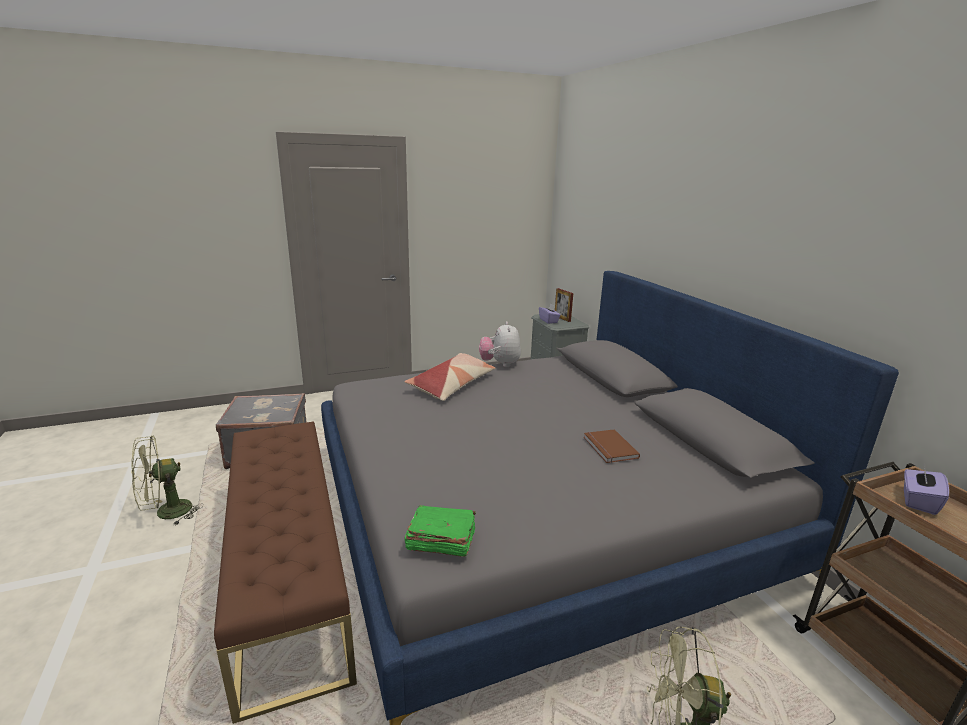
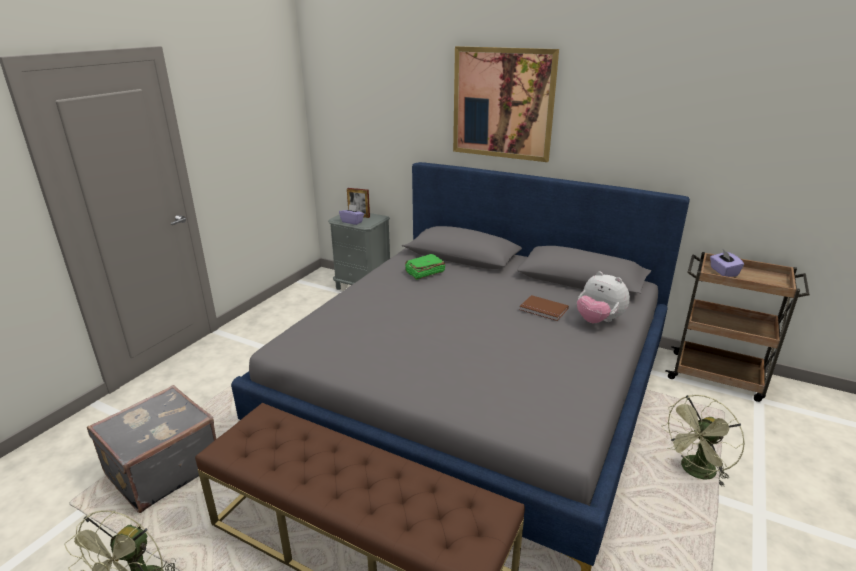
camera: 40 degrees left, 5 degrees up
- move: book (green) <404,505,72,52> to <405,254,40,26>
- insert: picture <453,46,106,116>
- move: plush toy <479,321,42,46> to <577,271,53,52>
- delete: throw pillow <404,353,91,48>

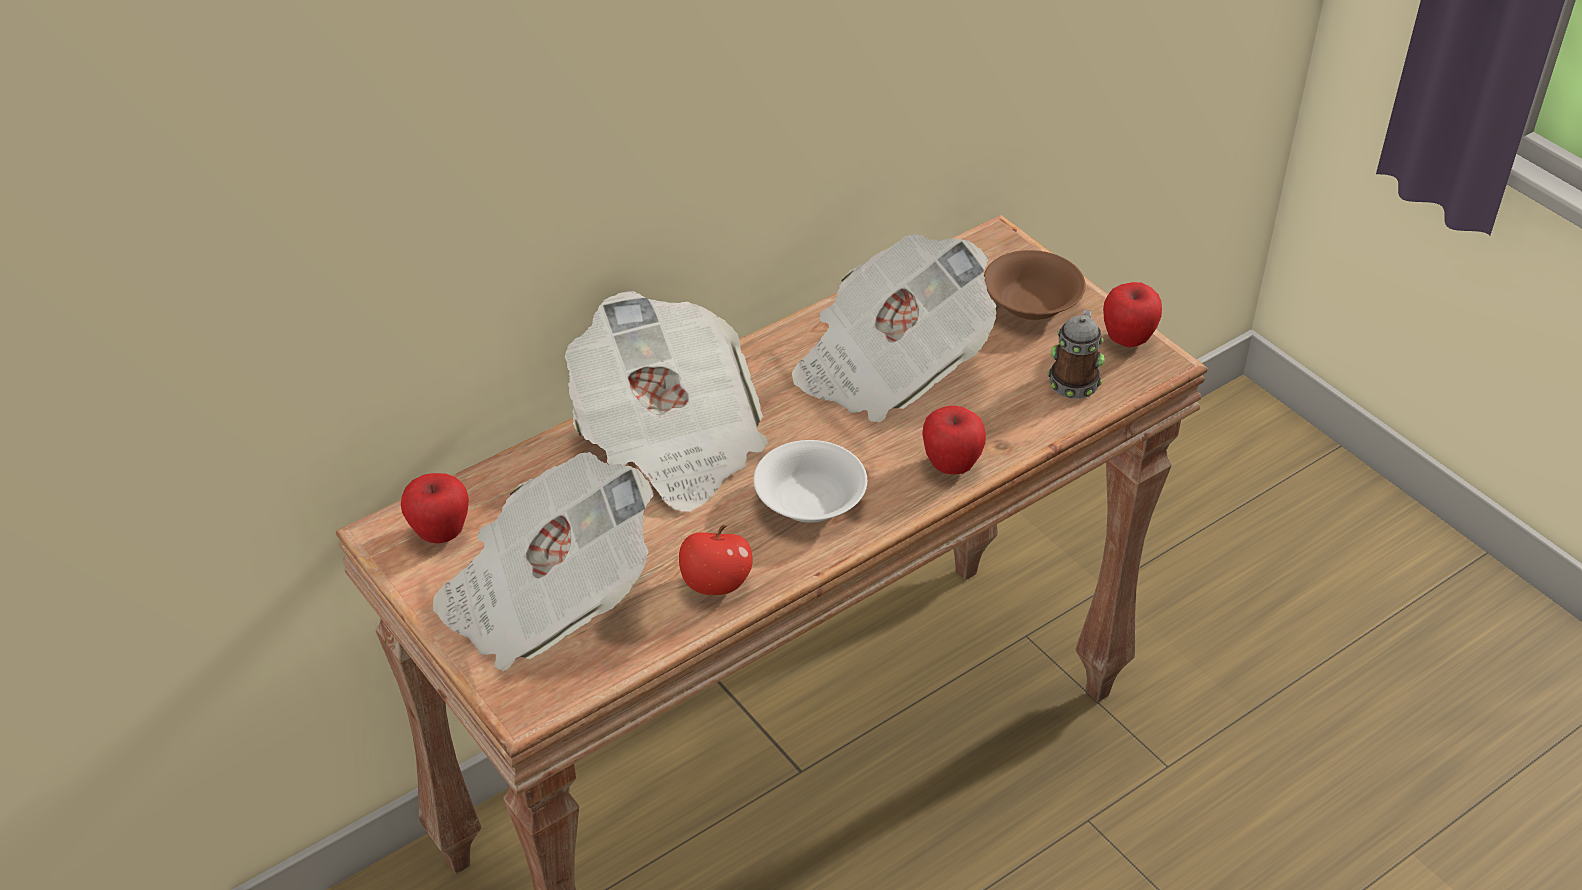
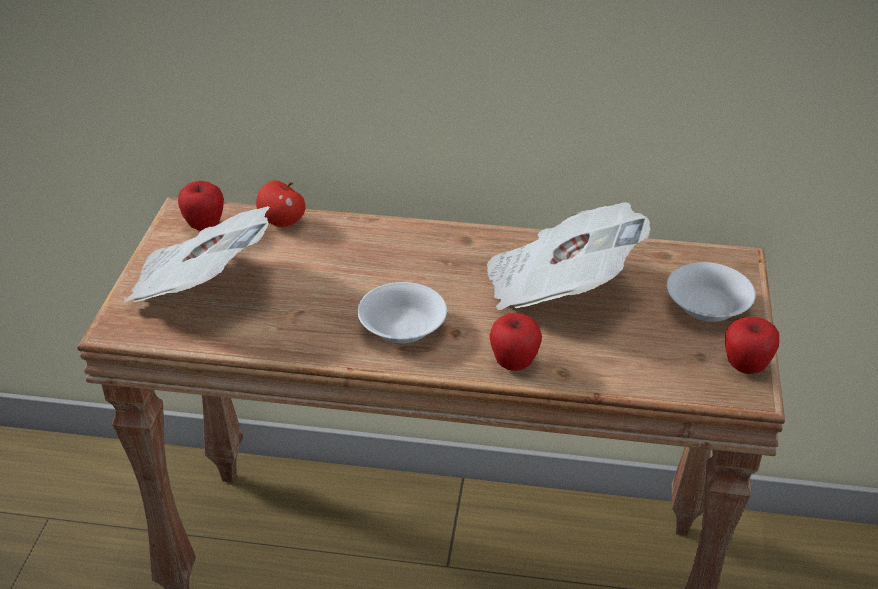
camera: 45 degrees right, 5 degrees down
- move: apple <679,525,74,70> to <256,180,50,47>
- recolor: bowl (brown) <984,250,102,70> to bowl (white) <667,262,89,60>
- delete: printed paper <565,291,203,221>
- delete: coffee mug <1047,310,58,89>

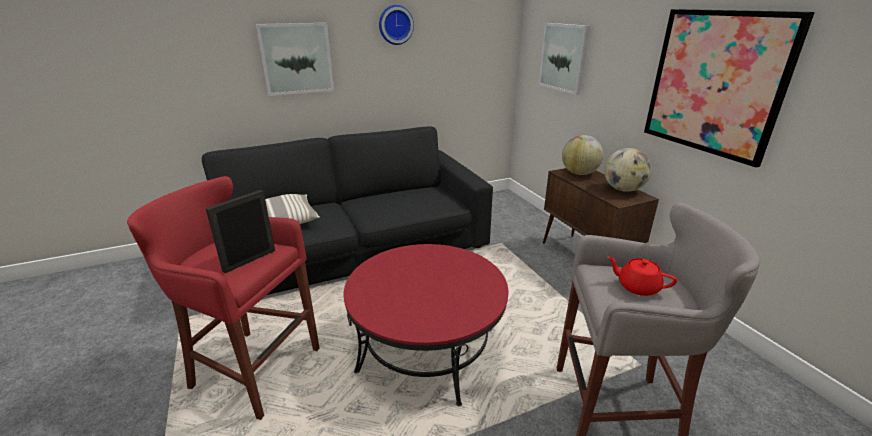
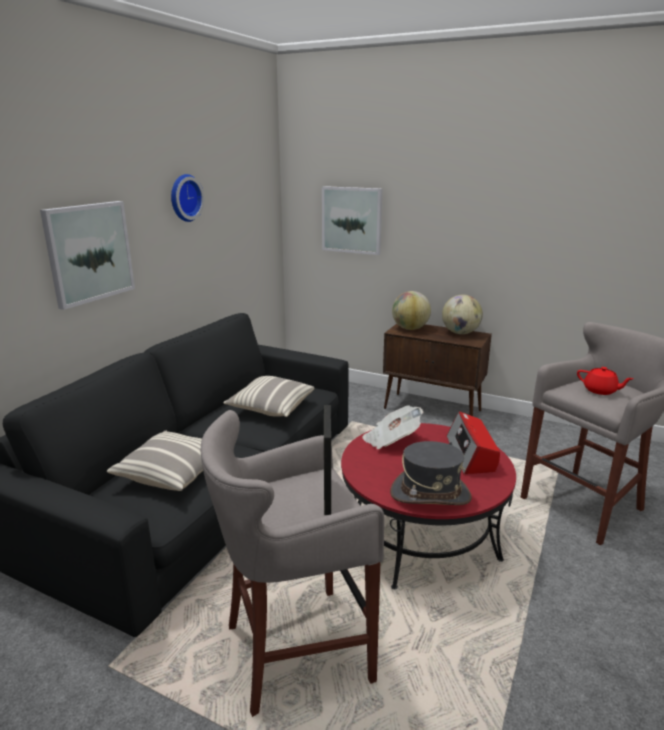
camera: 40 degrees left, 5 degrees down
- recolor: stool seat (red-coloured) <127,176,193,244> to stool seat (greyish) <201,410,183,307>
- insert: throw pillow <223,376,92,41>
- insert: printed paper <362,405,62,44>
- insert: wearable hat (greyish) <390,441,82,64>
- insert: radio receiver <446,412,54,63>
- rotate: pot for tea (red-coloured) <607,257,70,39> = <577,367,57,28> 135 degrees counterclockwise
- delete: picture <644,9,171,158>

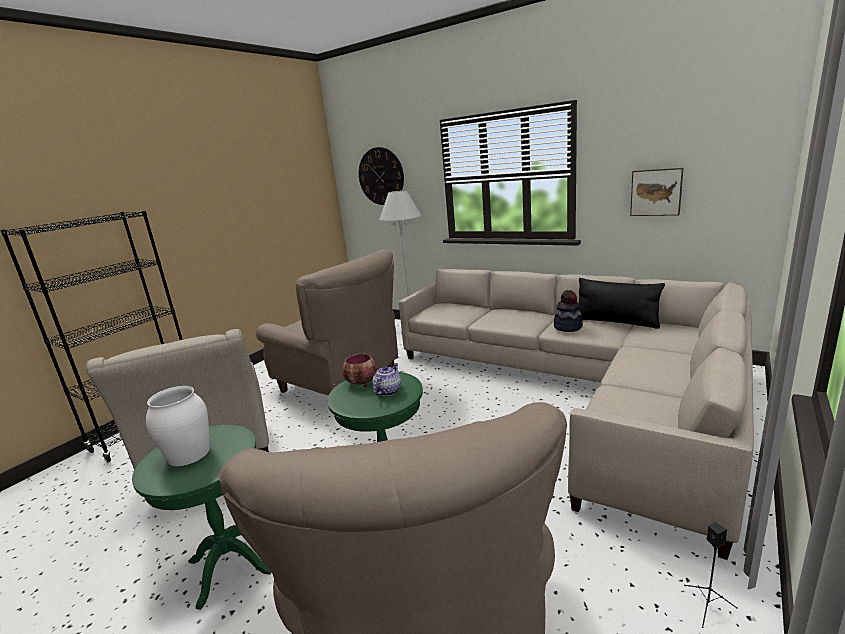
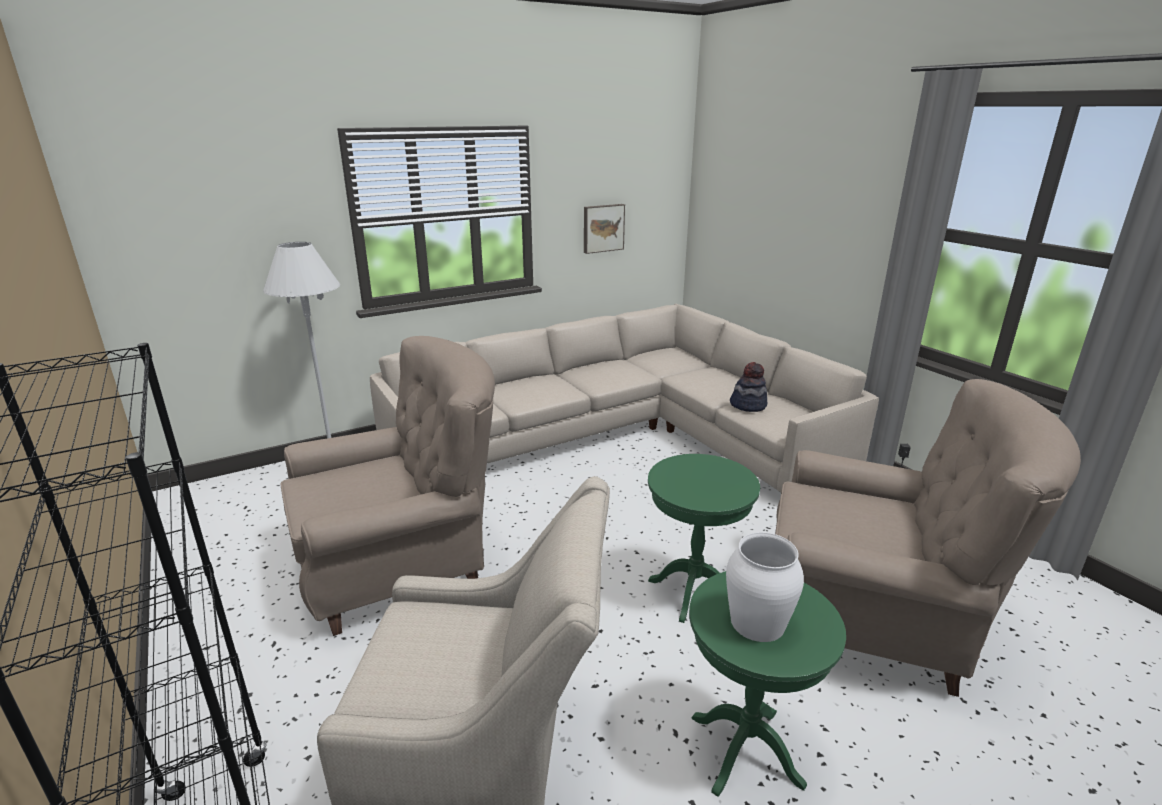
camera: 65 degrees left, 5 degrees up
- move: wearable hat <554,290,29,42> to <730,362,37,50>
- delete: bowl <342,354,35,33>
- delete: wall clock <359,147,45,58>
- delete: pot for tea <372,363,29,33>
- delete: throw pillow (black) <579,278,86,51>

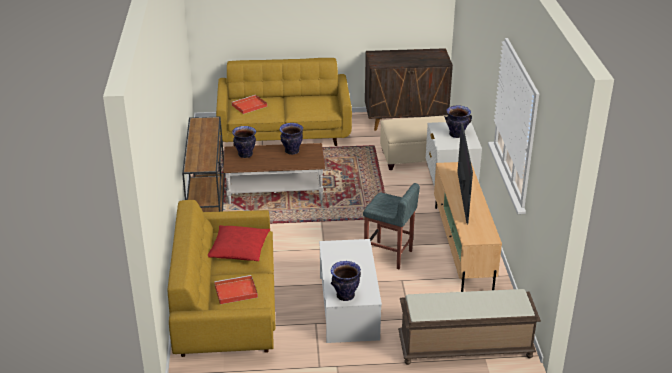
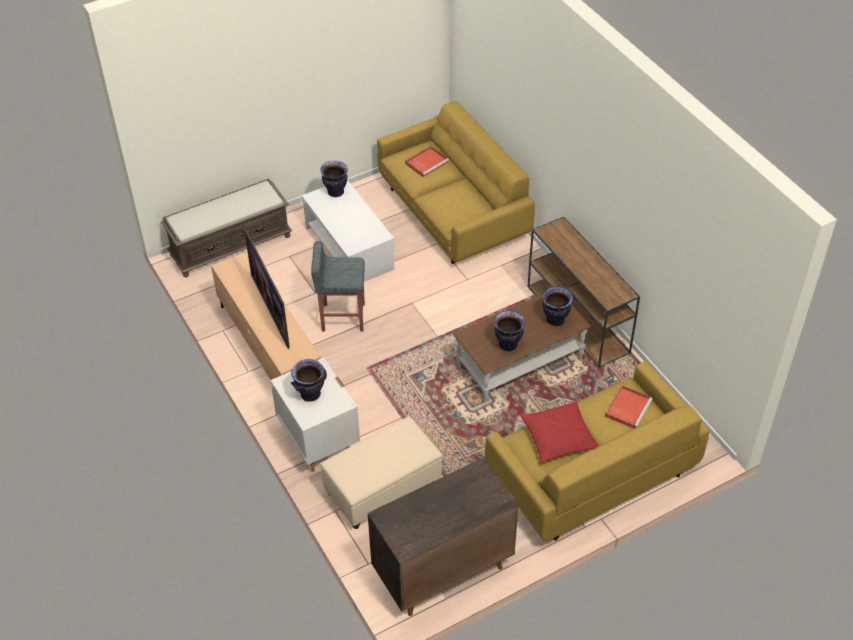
camera: 155 degrees right, 15 degrees up
- move: throw pillow (red-coloured) <208,225,62,36> to <520,401,79,62>

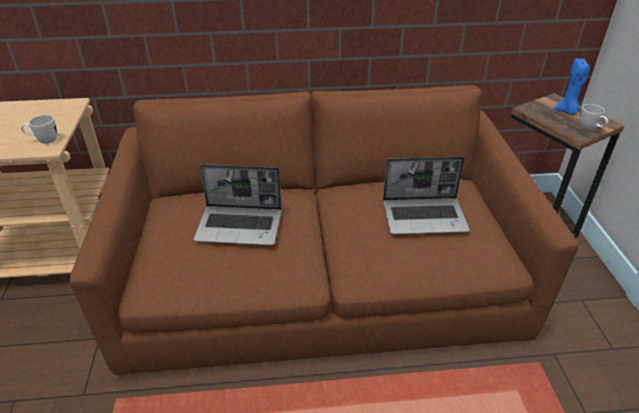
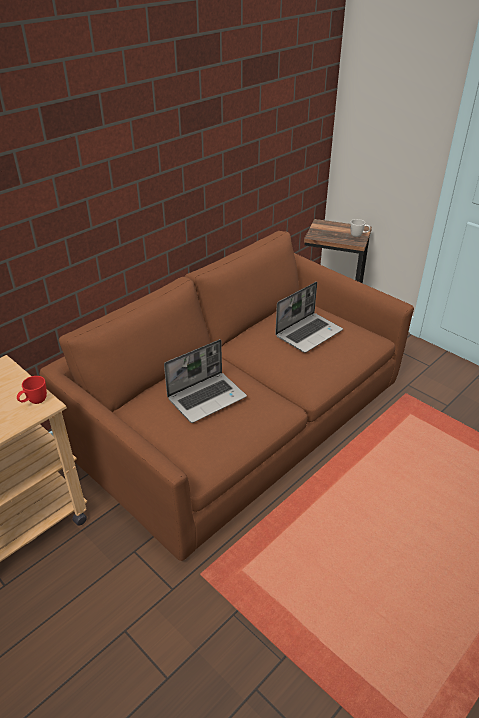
camera: 40 degrees left, 0 degrees up
- recolor: coffee mug (white) <21,115,36,29> to coffee mug (red-coloured) <17,376,30,28>
- delete: candle (blue) <554,58,36,57>

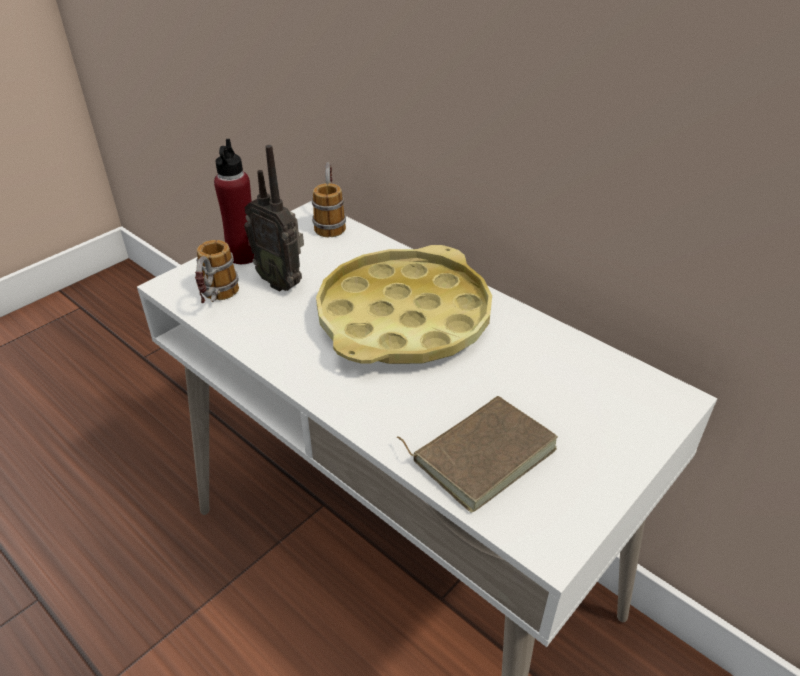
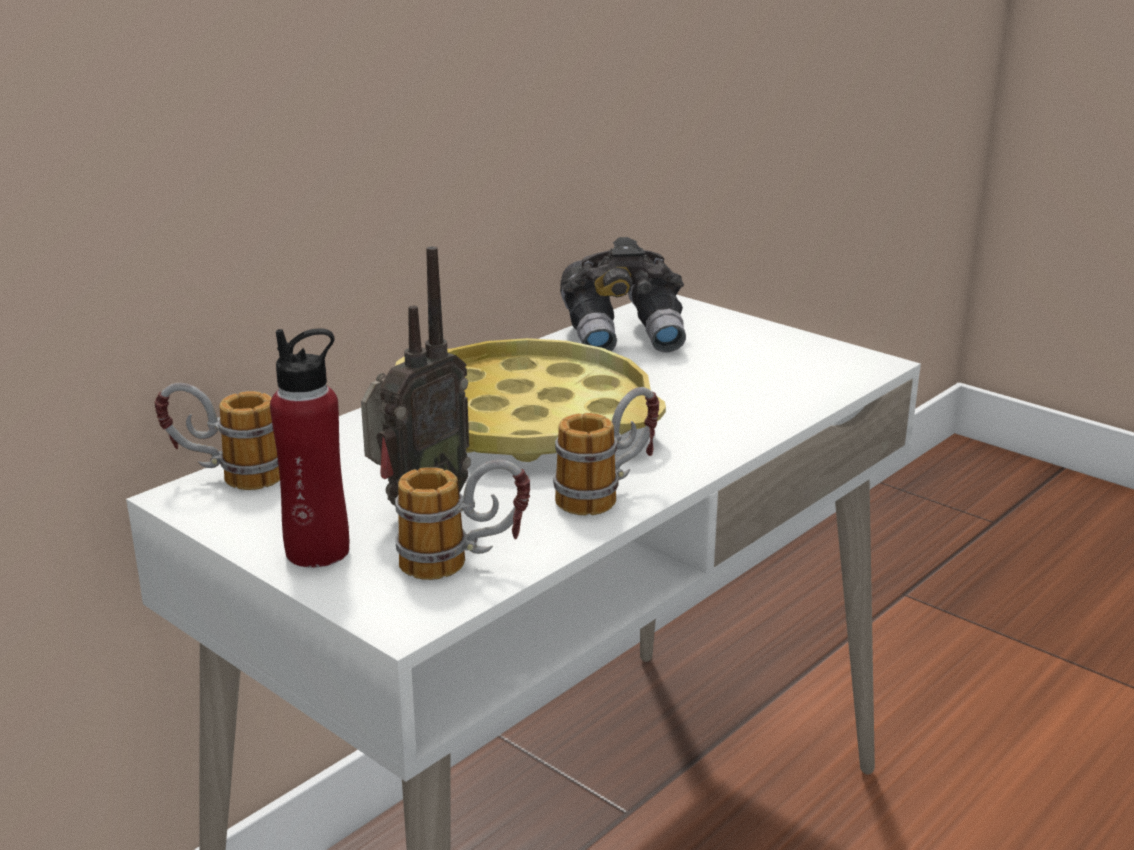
camera: 90 degrees left, 15 degrees down
- insert: coffee mug <553,387,106,129>
- insert: field glasses (greyish) <560,237,126,116>
- delete: book (brown) <396,396,162,117>

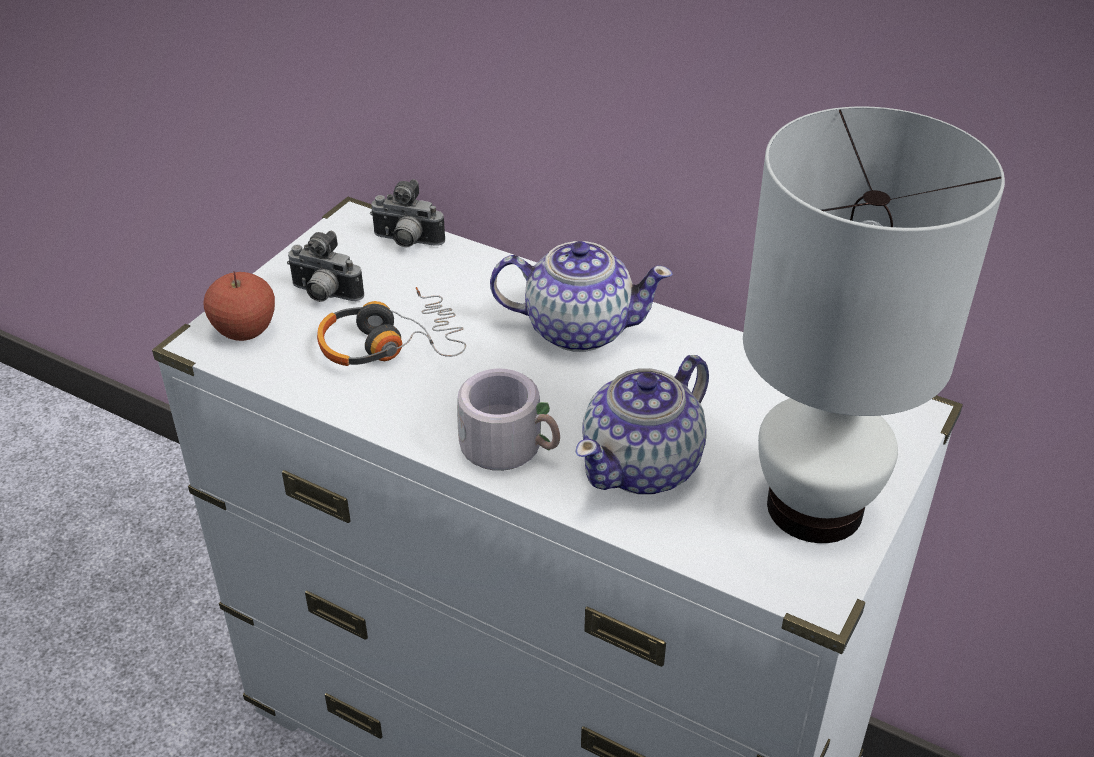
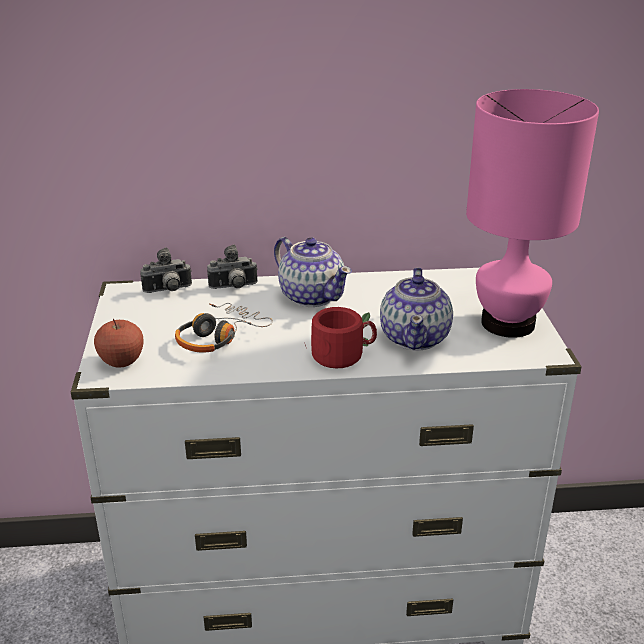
camera: 35 degrees left, 10 degrees down
- move: photo camera <287,231,77,71> to <207,245,50,44>
- rotate: pot for tea <490,241,183,111> = <274,237,78,70> 75 degrees clockwise
- recolor: coffee mug (greyish) <457,369,103,102> to coffee mug (red-coloured) <305,307,72,61>
- recolor: lamp for a table (white) <743,106,262,437> to lamp for a table (pink) <466,89,133,249>

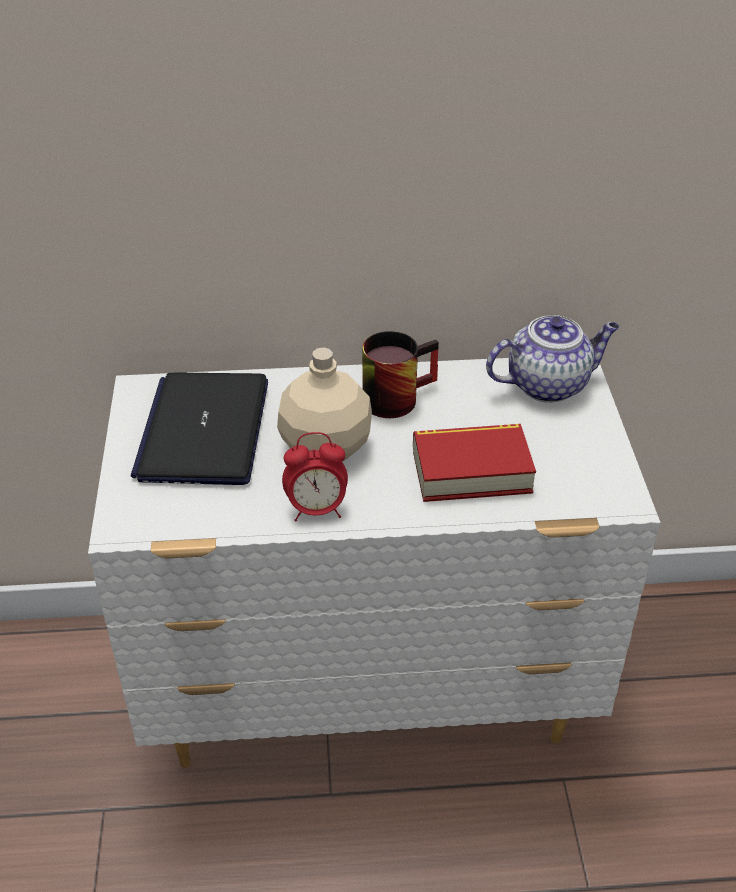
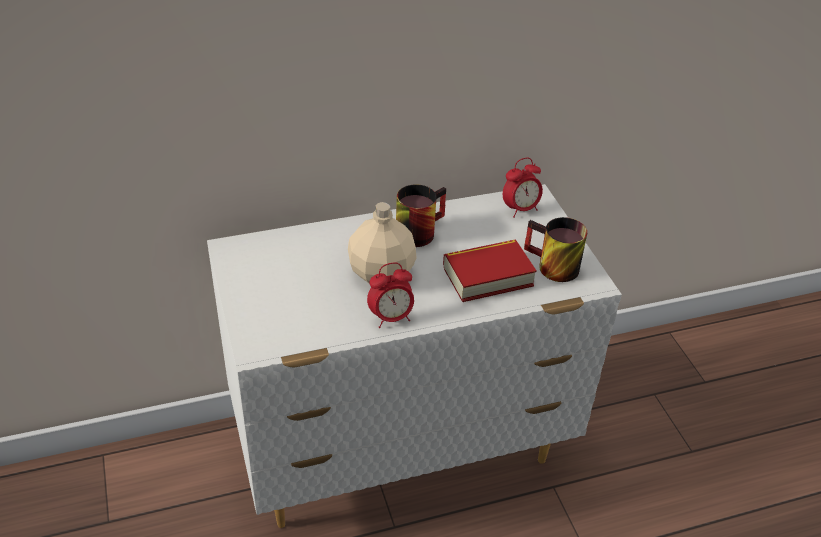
camera: 15 degrees left, 0 degrees up
- replace: pot for tea <486,315,133,88> to table clock <503,158,40,60>
- insert: coffee mug <524,217,63,65>
- delete: portable computer <131,373,137,112>

